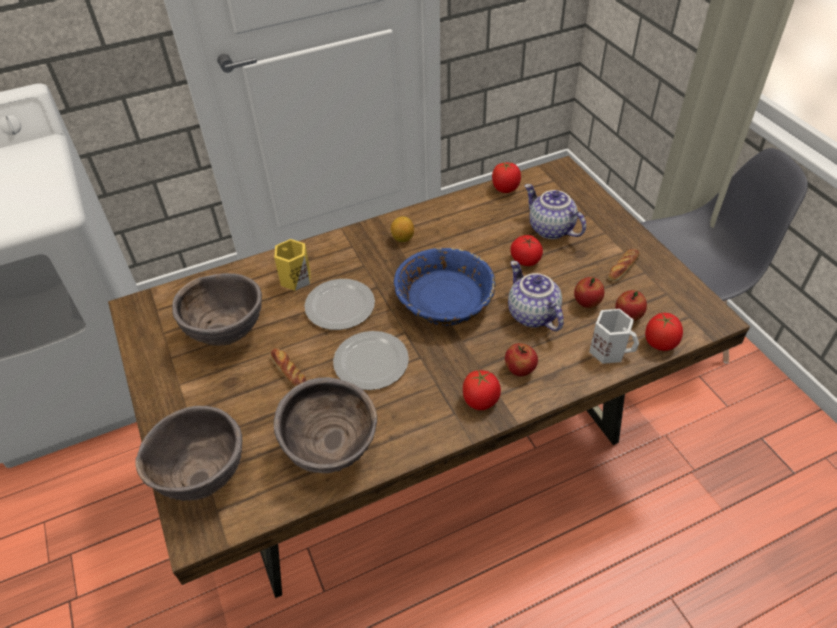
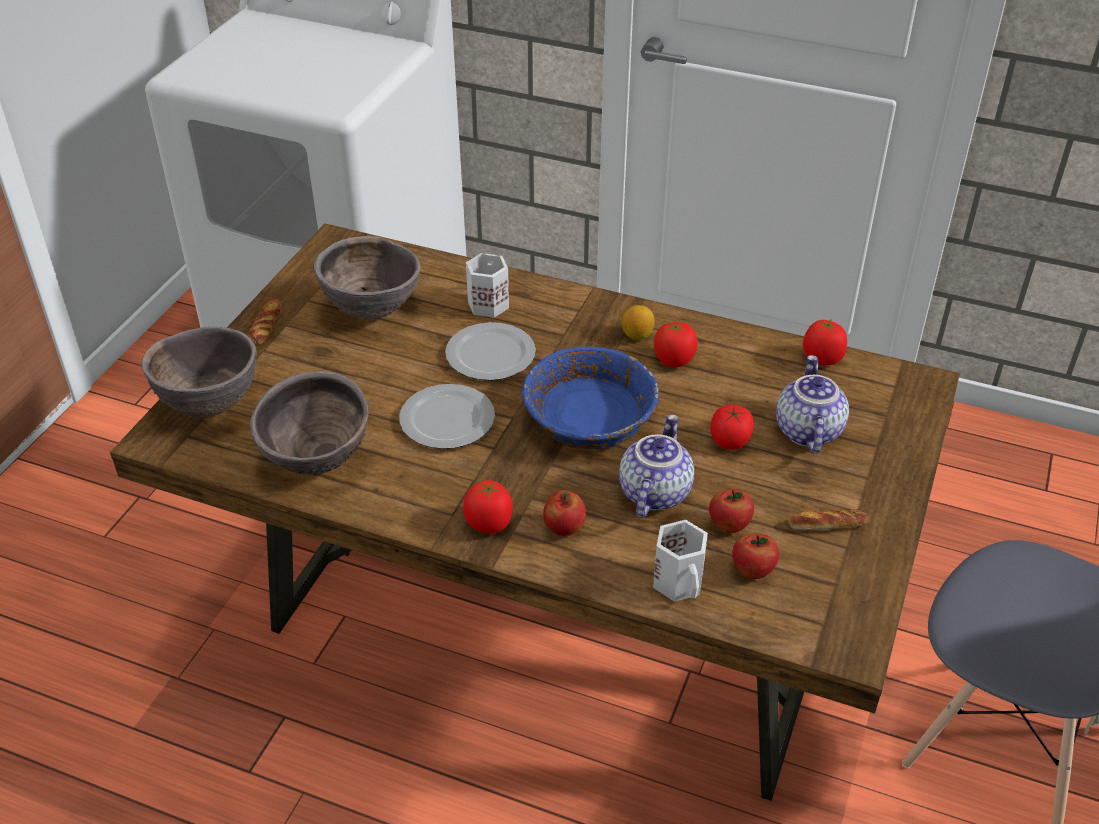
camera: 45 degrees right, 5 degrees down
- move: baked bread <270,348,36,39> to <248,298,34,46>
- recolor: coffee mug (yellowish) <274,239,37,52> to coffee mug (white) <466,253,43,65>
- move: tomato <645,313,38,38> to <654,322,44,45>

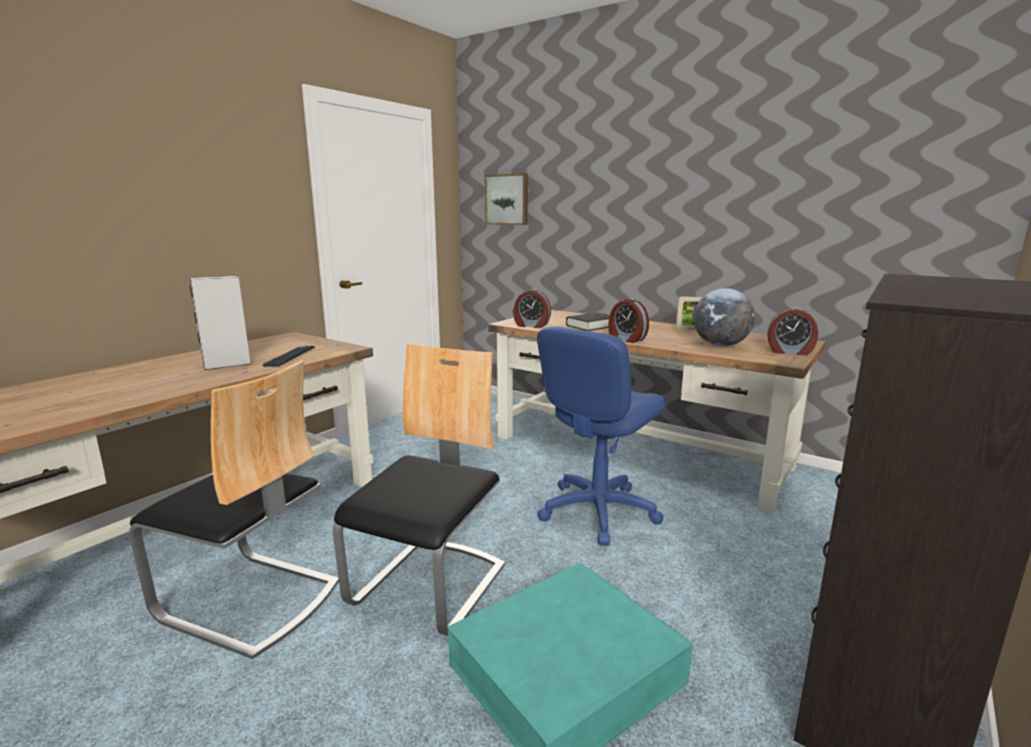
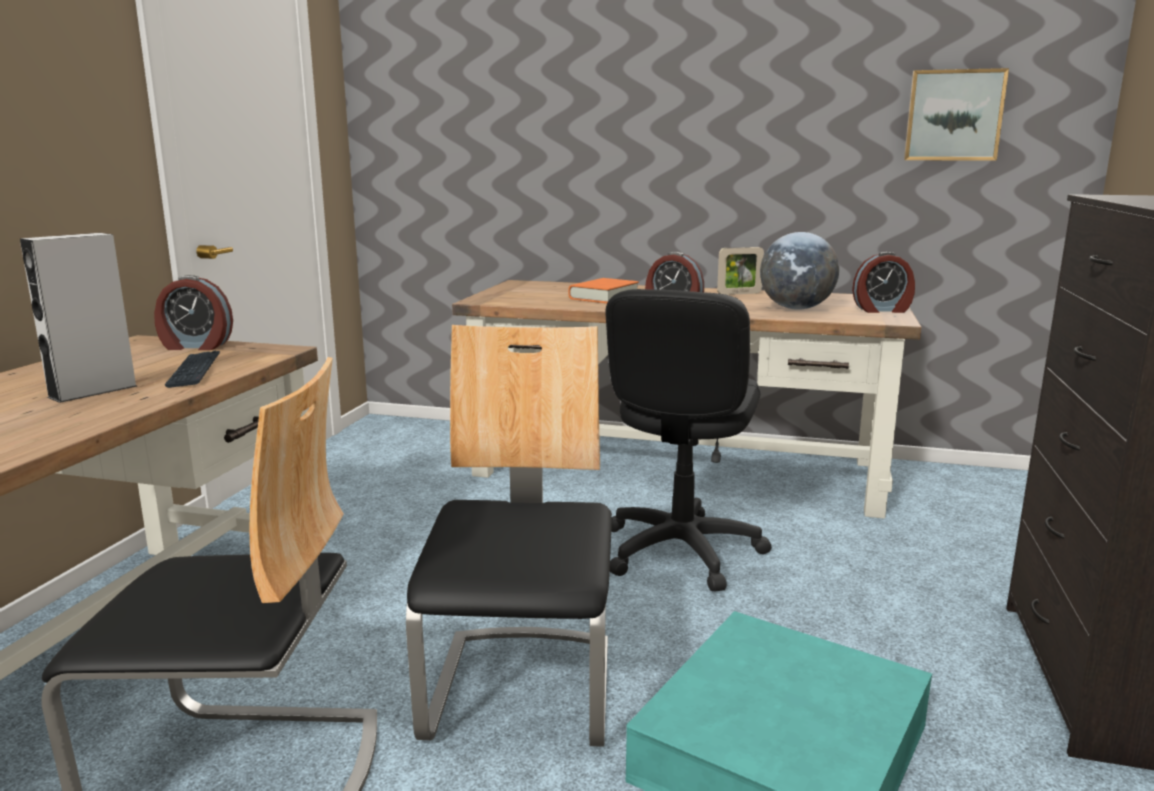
camera: 20 degrees left, 0 degrees up
- move: table clock <513,289,38,39> to <154,275,79,75>
- recolor: book (black) <566,312,44,19> to book (orange-coloured) <568,278,71,25>
- recolor: desk chair (blue) <537,326,128,220> to desk chair (black) <605,289,167,303>
- move: picture <485,173,43,52> to <904,68,105,93>

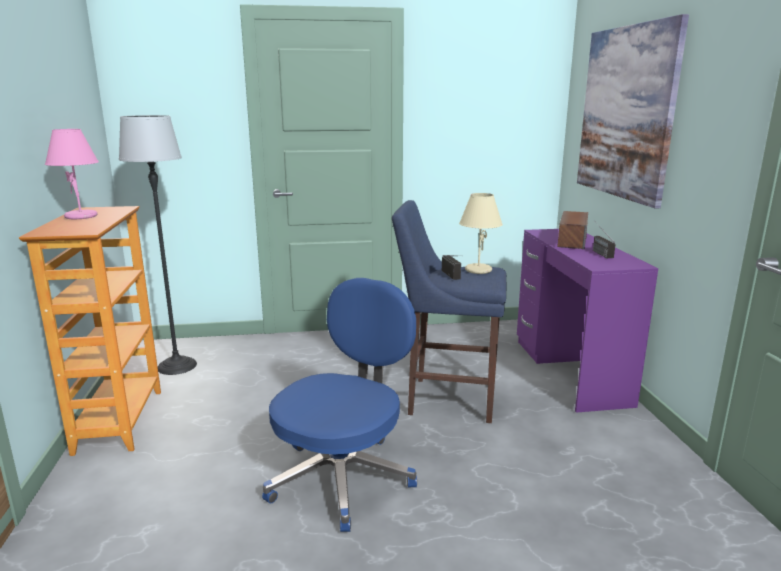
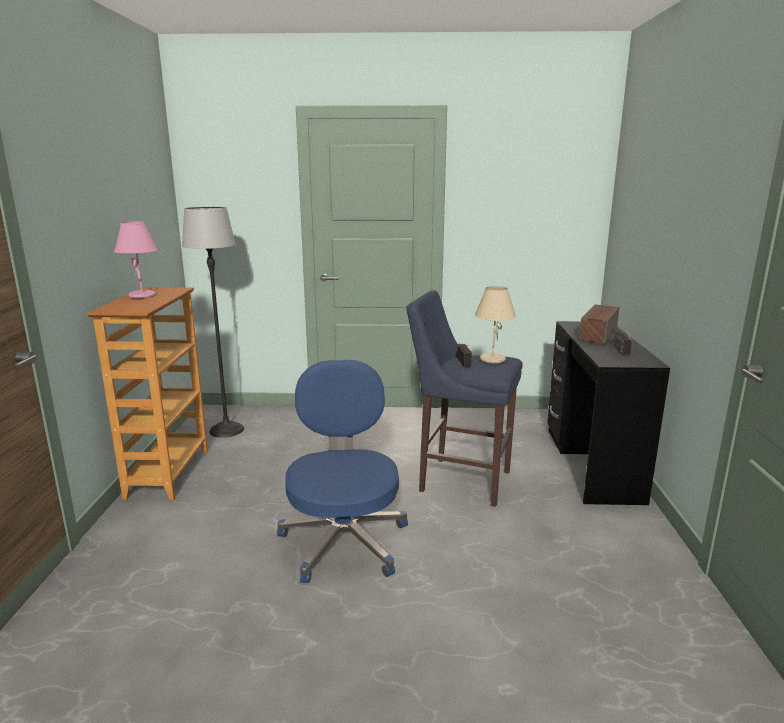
camera: 10 degrees right, 0 degrees up
- rotate: desk chair (blue) <262,278,155,254> = <277,360,131,223> 45 degrees counterclockwise
- recolor: desk (purple-coloured) <517,229,141,184> to desk (black) <547,321,123,184>
- delete: picture <577,14,112,194>

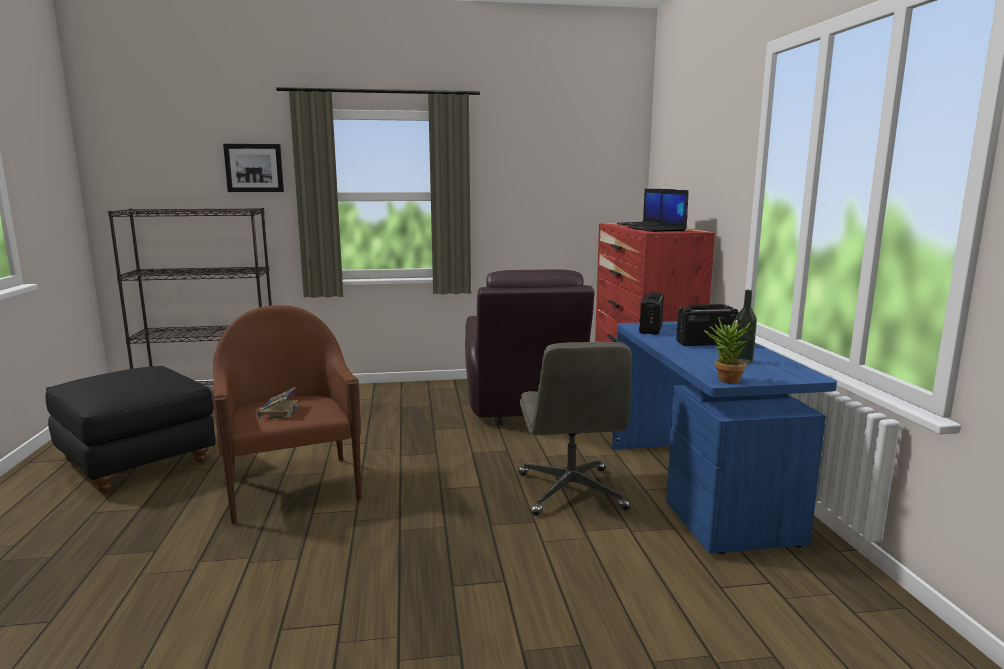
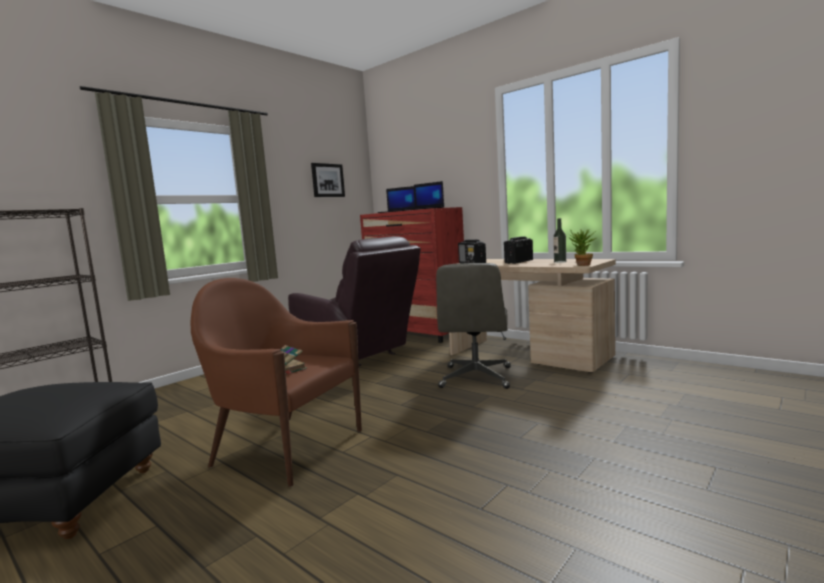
camera: 40 degrees left, 5 degrees down
- move: picture <223,144,61,48> to <311,163,34,34>
- rotate: desk chair (greyish) <518,342,115,174> = <436,263,75,126> 60 degrees clockwise
- recolor: desk (blue) <612,321,225,233> to desk (beige-coloured) <449,259,167,114>

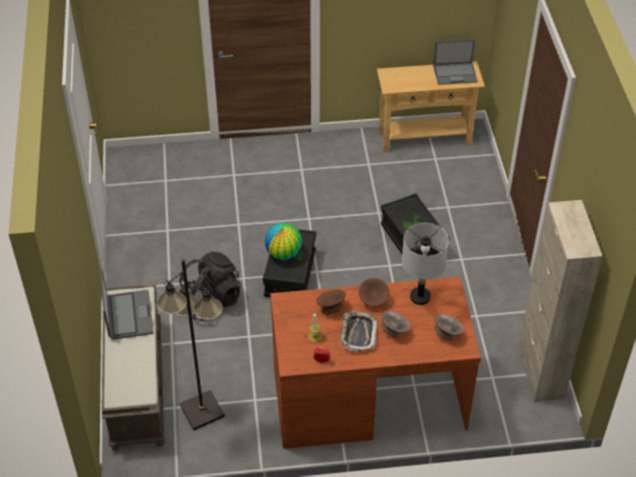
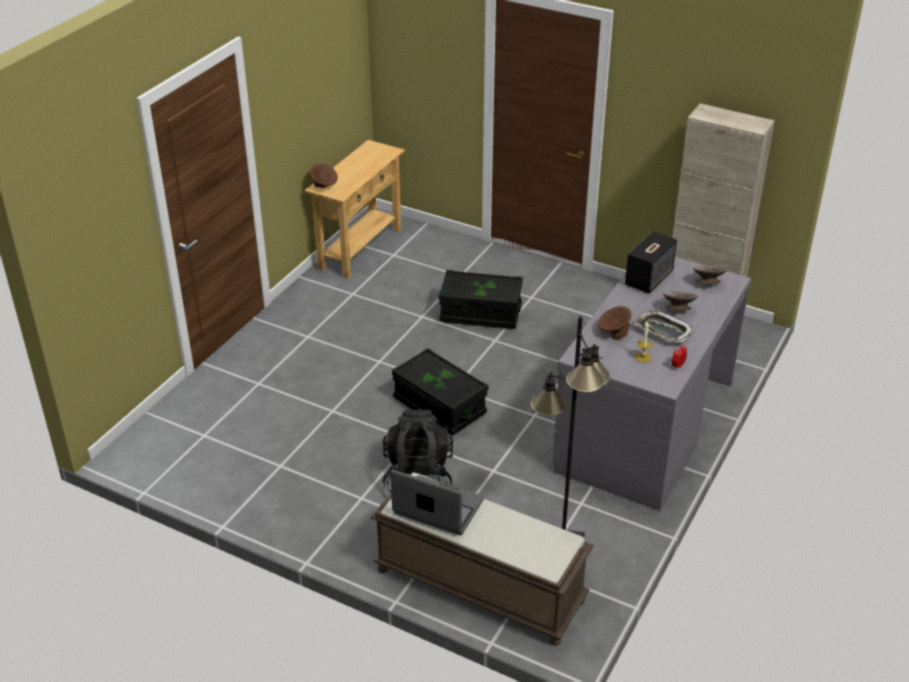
camera: 55 degrees left, 10 degrees down
- move: bowl (brown) <359,278,30,29> to <310,164,28,24>
- recolor: desk (brown) <270,277,211,172> to desk (greyish) <553,257,198,254>
- replace: lamp for a table (greyish) <402,223,47,82> to speaker <625,231,52,62>
- delete: desk globe <265,223,37,37>
- delete: portable computer <433,39,45,46>

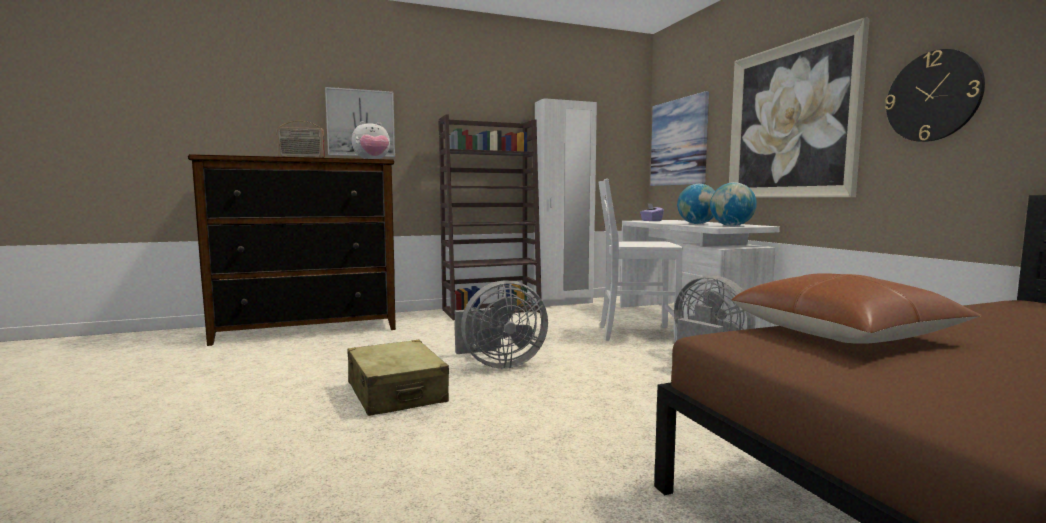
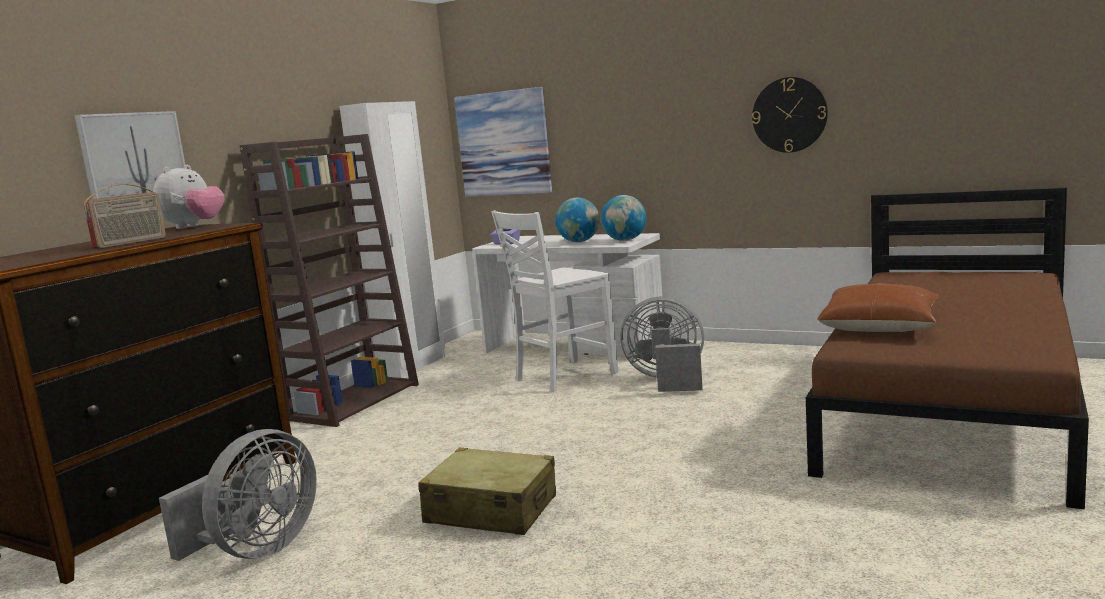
camera: 40 degrees left, 5 degrees up
- move: cooling fan (greyish) <455,280,93,89> to <159,429,158,132>
- delete: picture <729,17,141,181>

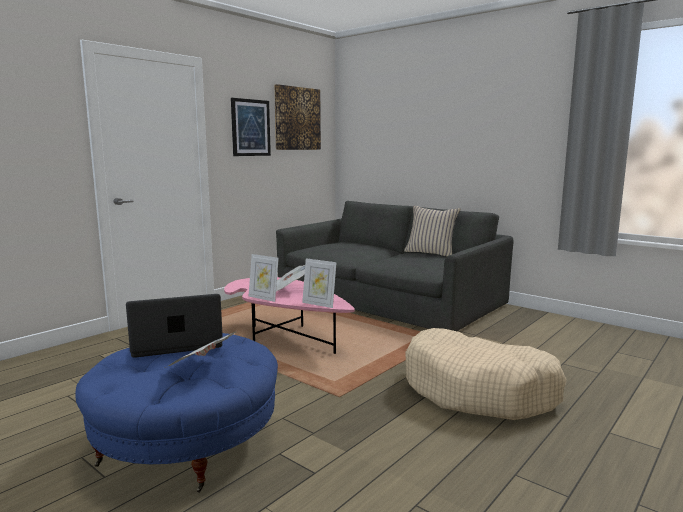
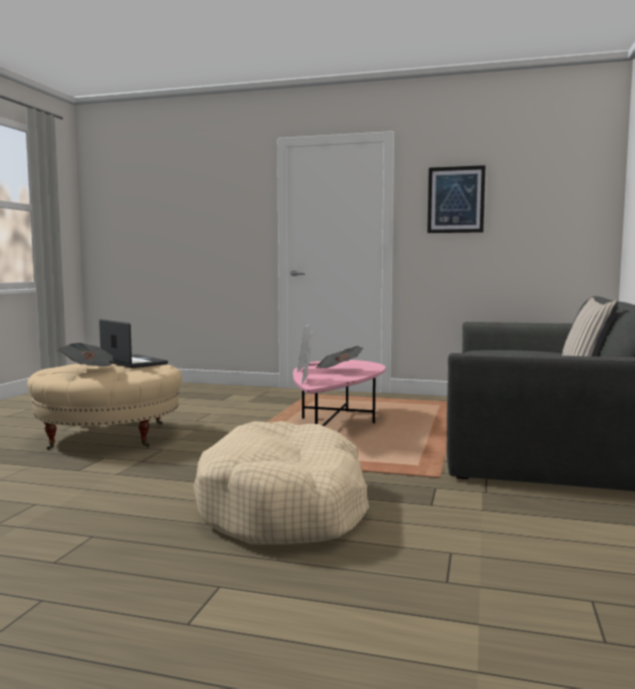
camera: 65 degrees right, 5 degrees down
- recolor: pouffe (blue) <75,333,203,160> to pouffe (beige-coloured) <27,363,155,87>
- delete: picture <274,84,47,66>

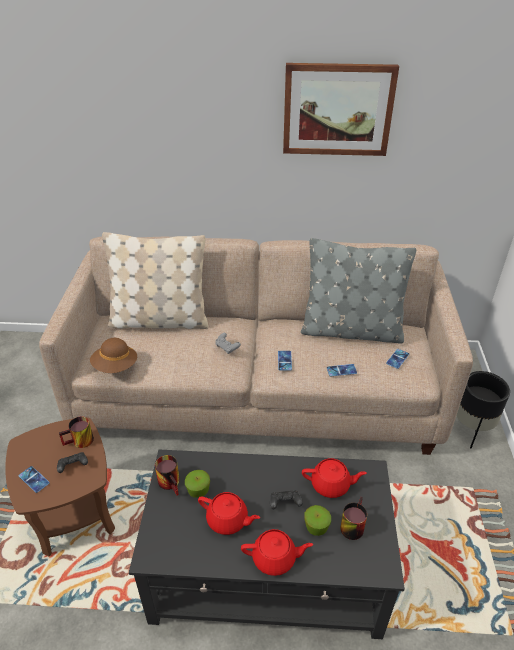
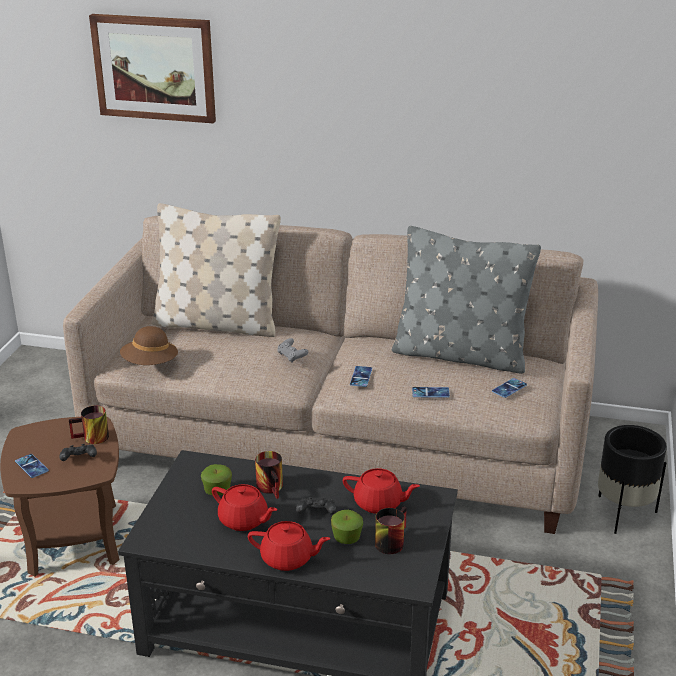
camera: 10 degrees right, 10 degrees down
- move: picture <283,63,116,93> to <89,14,127,109>
- move: coffee mug <155,455,24,41> to <255,451,28,48>

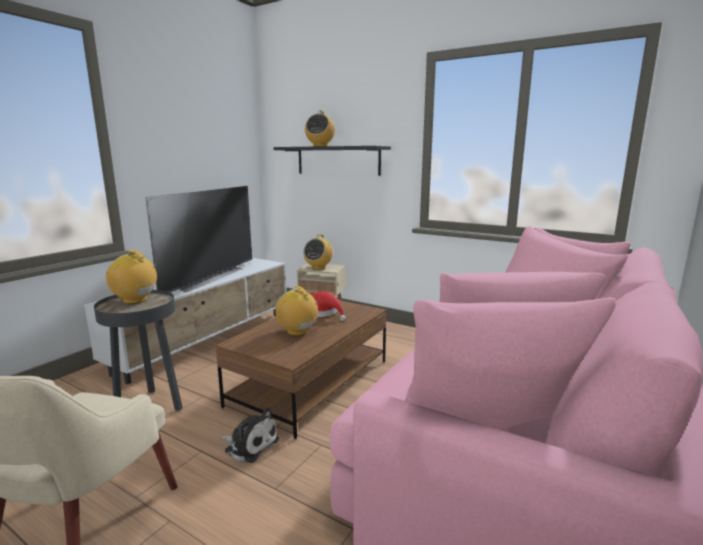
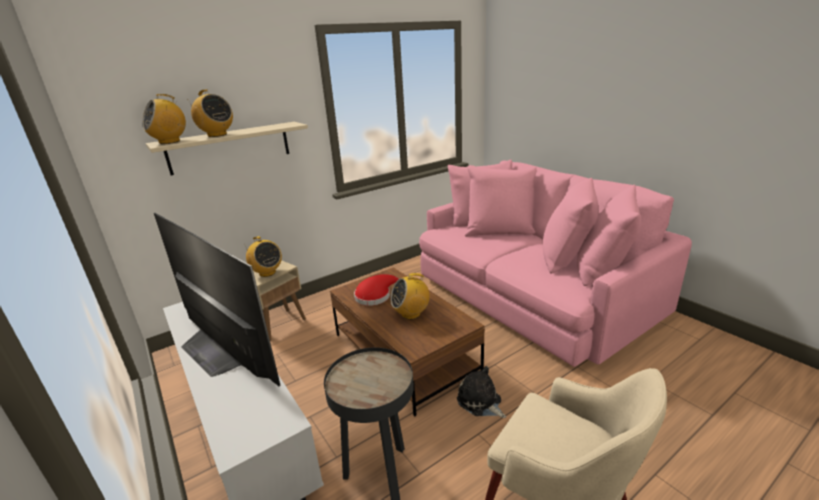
camera: 65 degrees left, 10 degrees up
- move: radio receiver <106,250,52,54> to <142,94,44,50>
- recolor: shelf (black) <273,146,118,30> to shelf (beige-coloured) <146,122,162,53>
- rotate: plush toy <221,407,58,56> = <457,366,49,52> 90 degrees counterclockwise

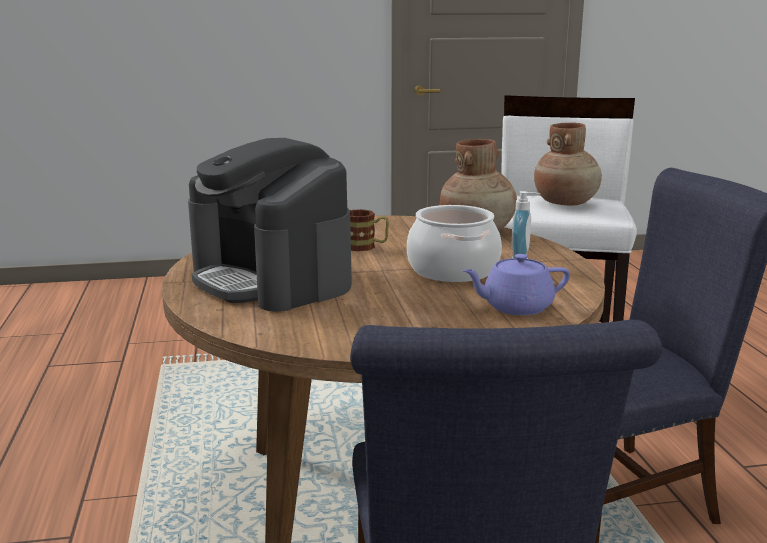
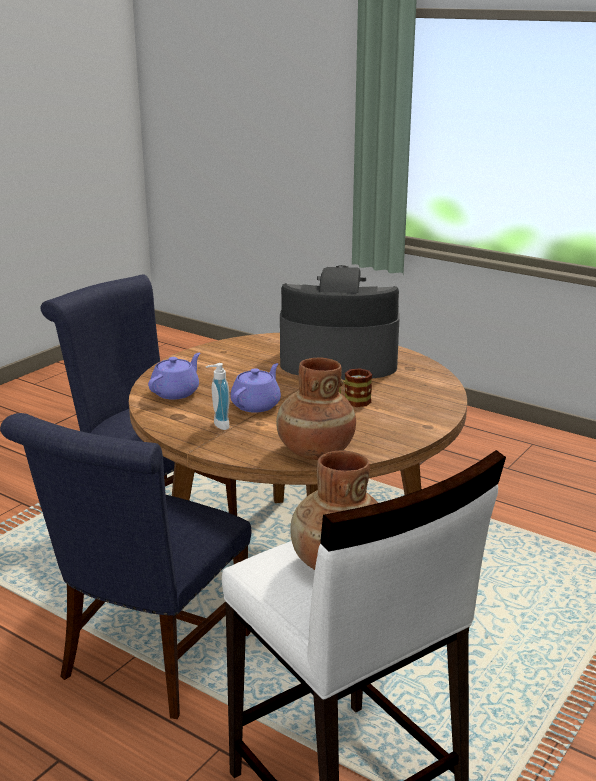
camera: 135 degrees right, 5 degrees up
- replace: cooking pot <407,205,95,77> to pot for tea (purple-coloured) <230,363,51,50>

